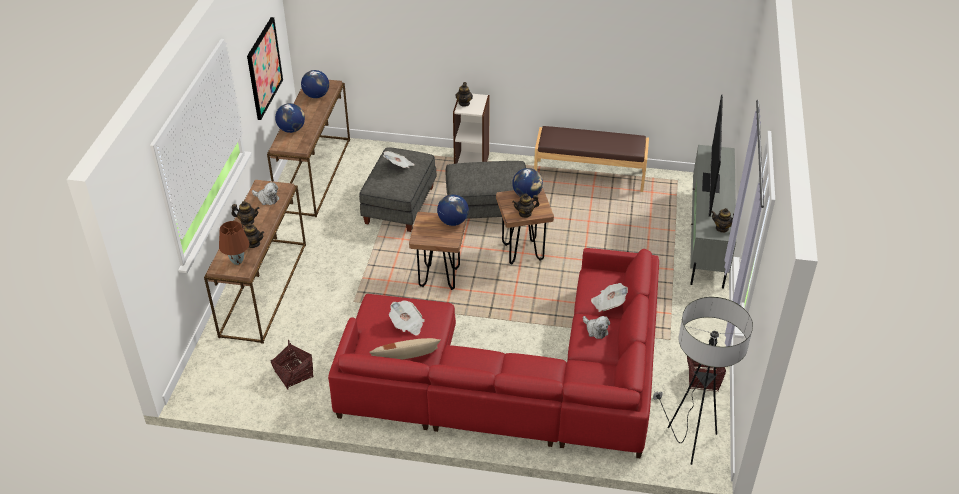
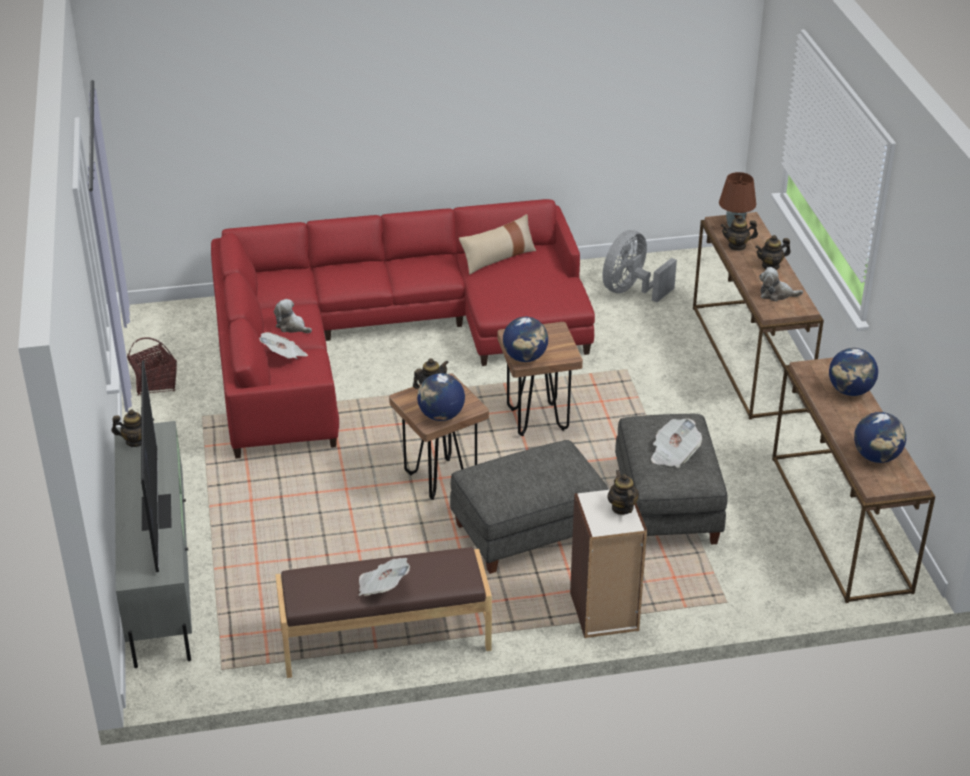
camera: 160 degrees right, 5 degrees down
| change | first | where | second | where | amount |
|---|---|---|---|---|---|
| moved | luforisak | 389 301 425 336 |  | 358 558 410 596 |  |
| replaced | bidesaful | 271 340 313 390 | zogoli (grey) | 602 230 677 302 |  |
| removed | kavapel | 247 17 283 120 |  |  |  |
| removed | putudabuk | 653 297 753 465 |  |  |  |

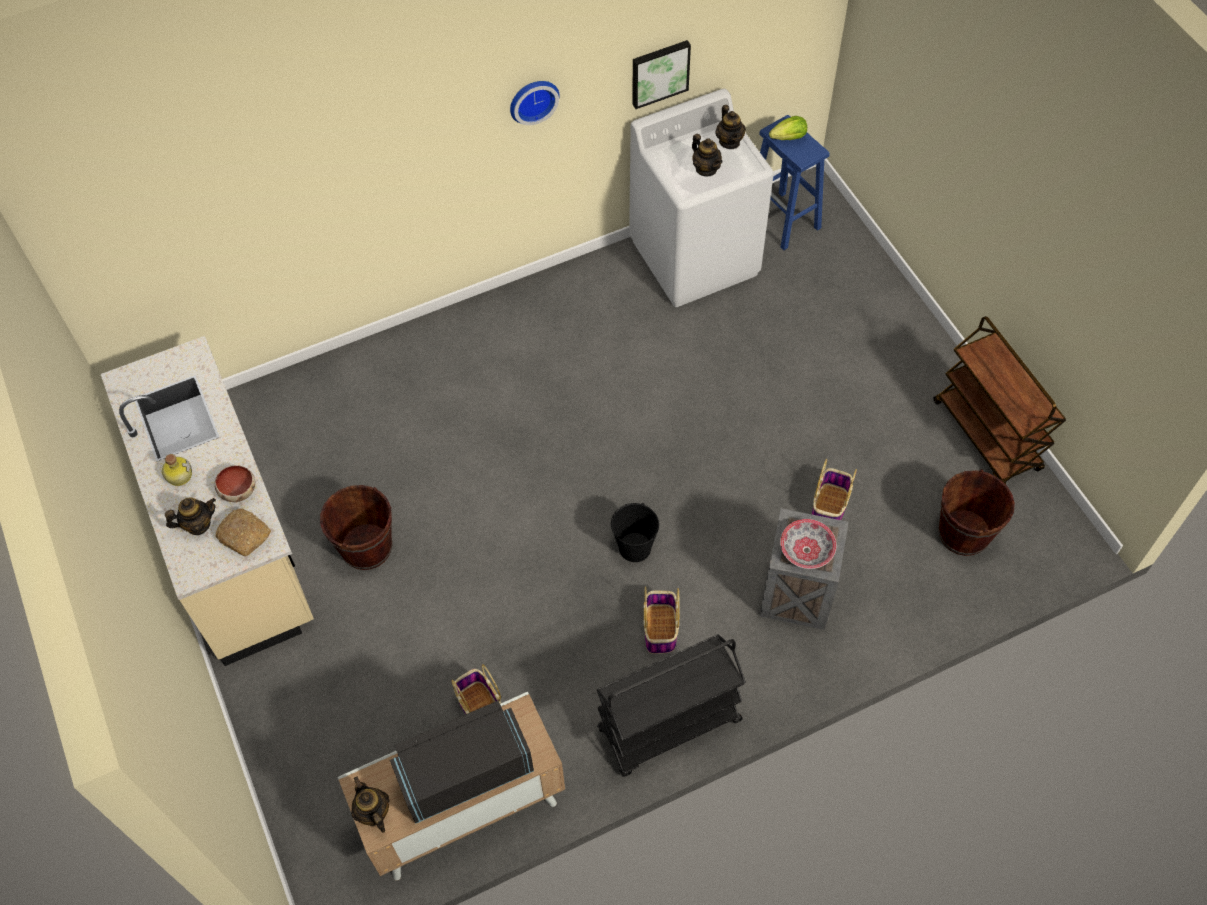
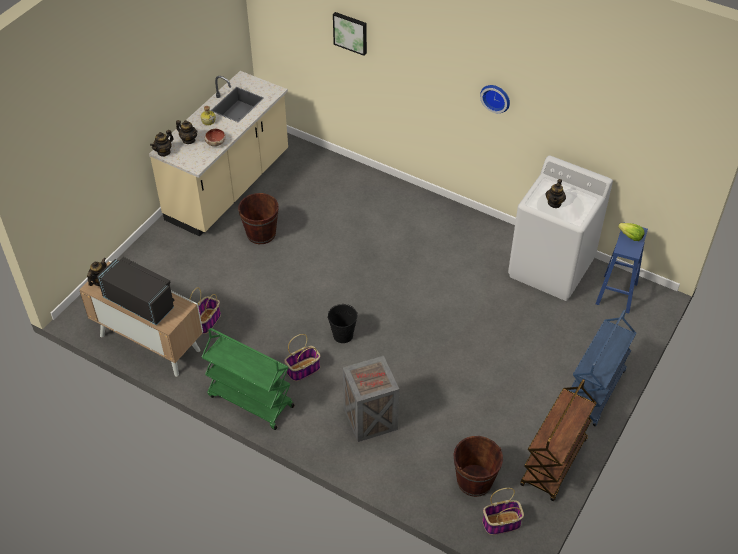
camera: 55 degrees right, 10 degrees down
| change | first | where | second | where | amount |
|---|---|---|---|---|---|
| moved | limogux | 715 105 746 149 |  | 150 130 174 157 |  |
| recoloured | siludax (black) | 597 634 746 777 | siludax (green) | 202 328 295 430 |  |
| moved | kavapel | 633 40 691 109 |  | 333 12 367 56 |  |
| moved | bidesaful | 812 459 857 520 |  | 482 488 524 535 |  |
| added |  |  | siludax (blue) | 569 310 636 426 |  |
| removed | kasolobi | 215 508 271 556 |  |  |  |
| removed | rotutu | 780 519 837 569 |  |  |  |

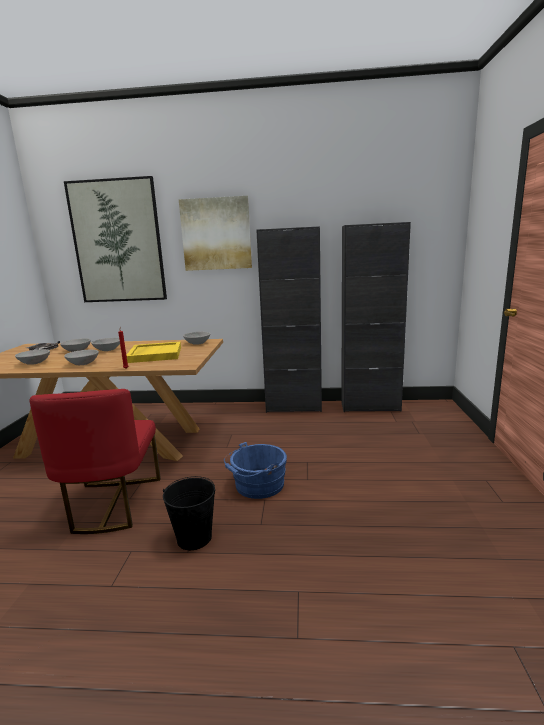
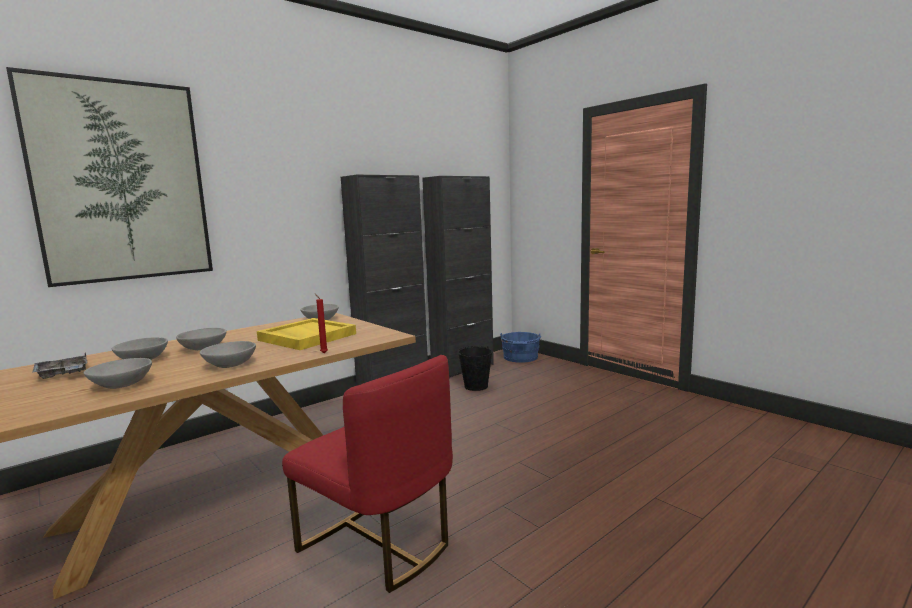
camera: 45 degrees left, 5 degrees down
| change | first | where | second | where | amount |
|---|---|---|---|---|---|
| moved | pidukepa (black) | 163 476 216 550 |  | 458 346 493 391 |  |
| moved | pidukepa (blue) | 224 442 287 499 |  | 500 332 541 363 |  |
| removed | kavapel | 179 196 252 271 |  |  |  |

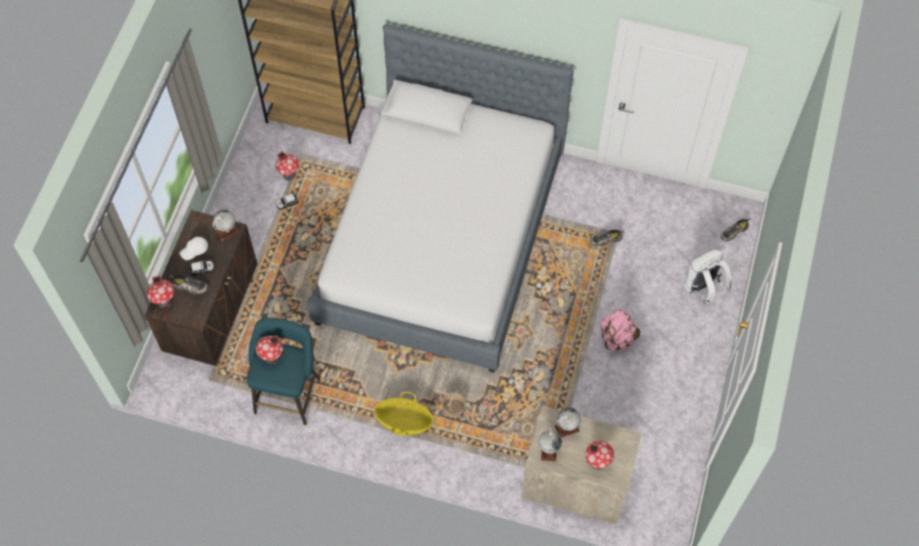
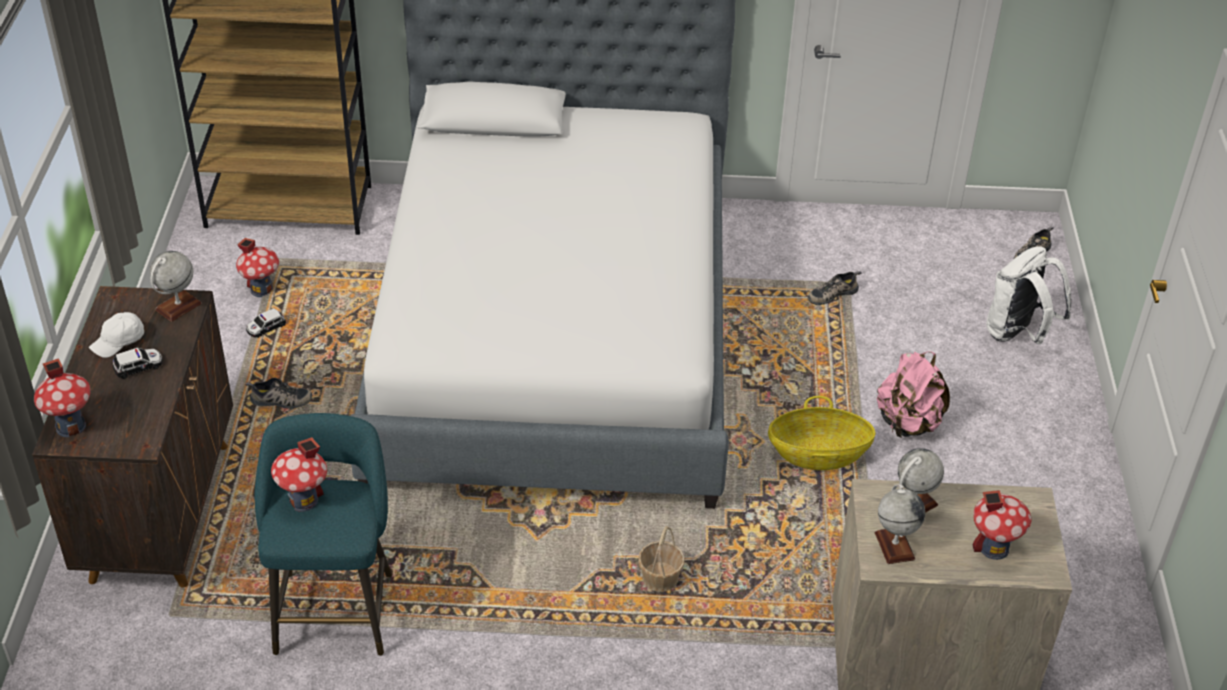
camera: 15 degrees left, 20 degrees down
| change | first | where | second | where | amount |
|---|---|---|---|---|---|
| moved | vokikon | 169 275 208 294 |  | 246 378 312 409 |  |
| moved | bidesaful | 375 392 433 436 |  | 768 396 875 470 |  |

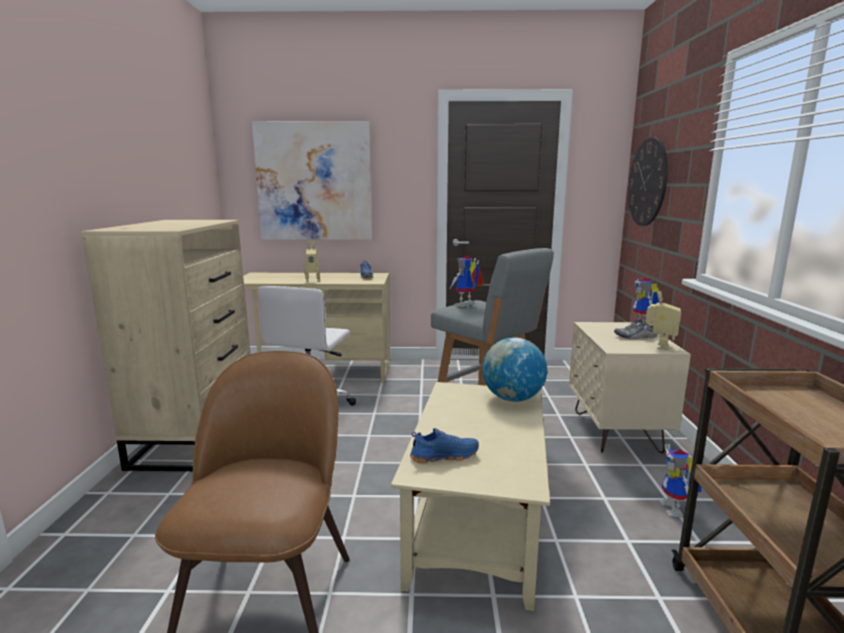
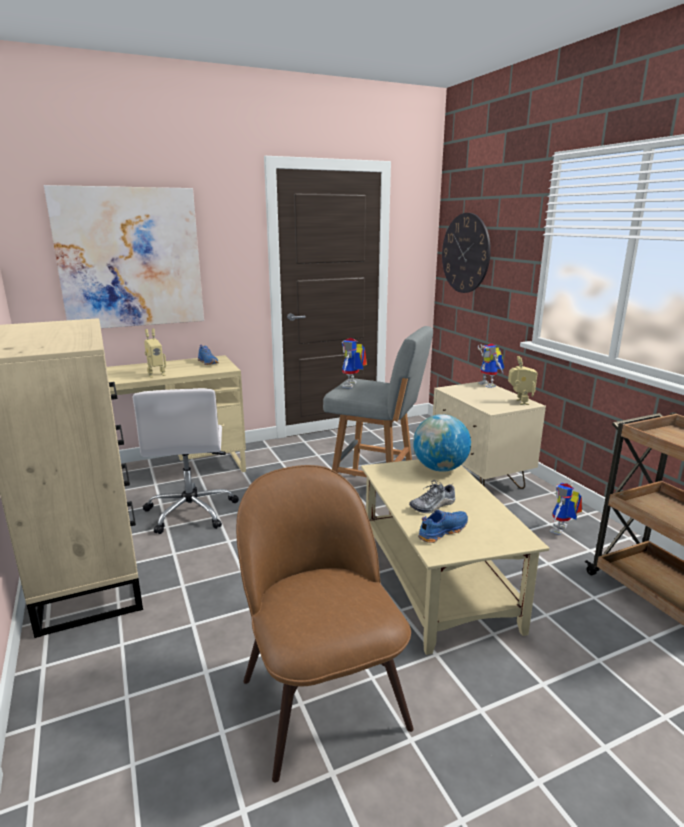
camera: 25 degrees left, 5 degrees up
| change | first | where | second | where | amount |
|---|---|---|---|---|---|
| moved | vokikon | 614 316 658 340 |  | 409 480 455 513 |  |
| turned | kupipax | 659 444 702 517 |  | 550 481 582 535 | 60 degrees clockwise |

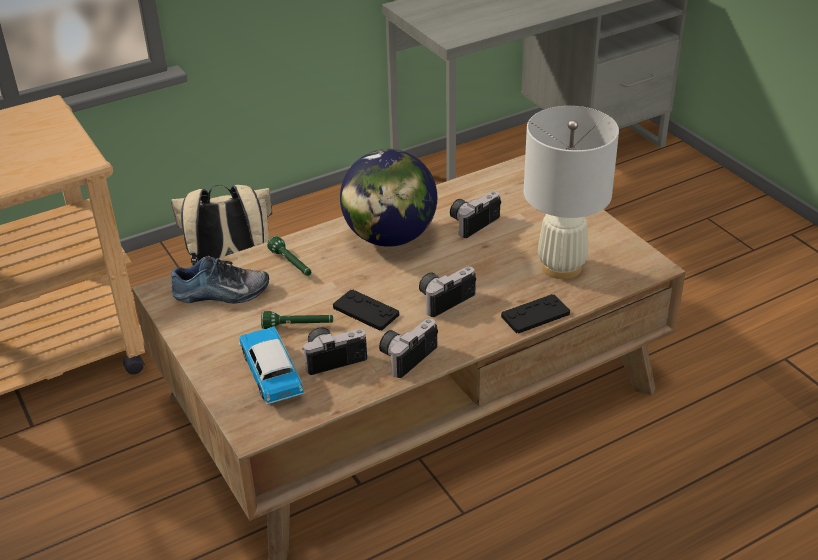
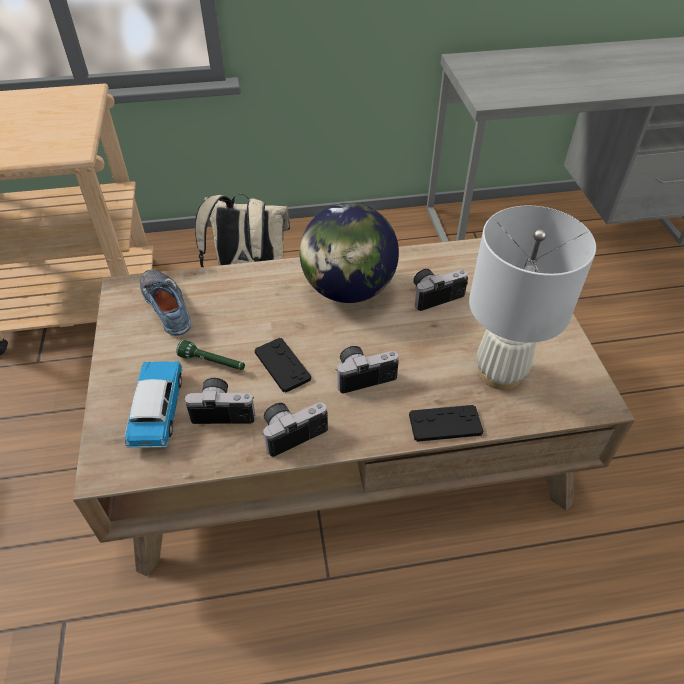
camera: 20 degrees right, 10 degrees up
| change | first | where | second | where | amount |
|---|---|---|---|---|---|
| turned | vokikon | 171 255 269 304 |  | 140 270 191 336 | 135 degrees counterclockwise |
| removed | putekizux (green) | 267 236 311 276 |  |  |  |

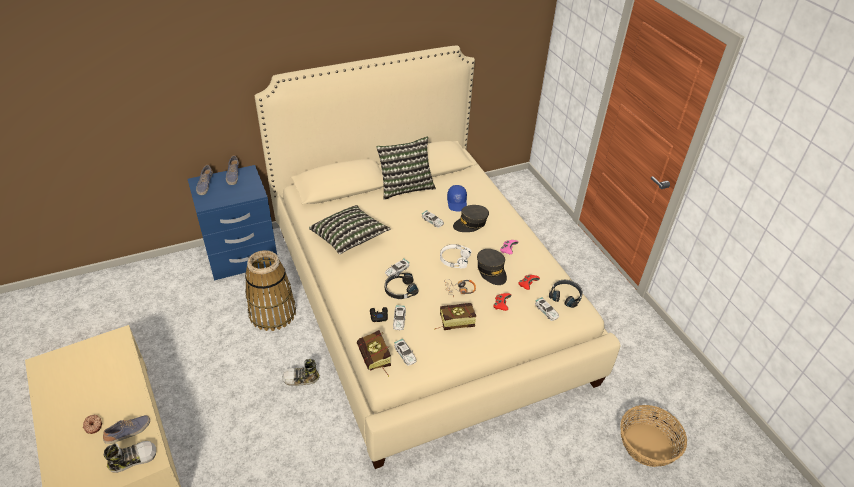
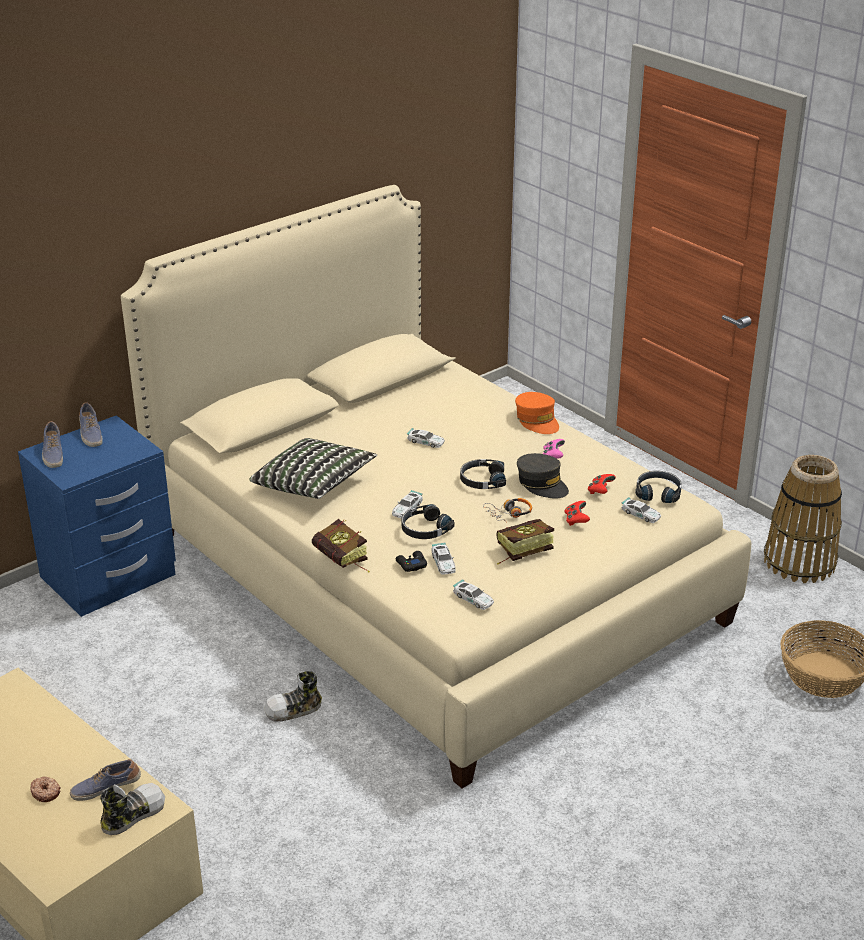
camera: 15 degrees left, 10 degrees down
| change | first | where | second | where | amount |
|---|---|---|---|---|---|
| turned | vokikon | 103 415 150 444 |  | 70 759 141 801 | 135 degrees counterclockwise |
| moved | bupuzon | 357 330 391 377 |  | 312 519 369 573 |  |
| recoloured | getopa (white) | 440 244 472 268 | getopa (black) | 460 459 506 489 |  |
| added |  |  | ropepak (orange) | 515 392 559 434 |  |
| moved | bidesaful | 245 250 296 331 |  | 764 455 842 583 |  |
| removed | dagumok | 376 137 436 200 |  |  |  |
| removed | ropepak (blue) | 447 185 467 211 |  |  |  |
| removed | ropepak (grey) | 453 205 489 232 |  |  |  |

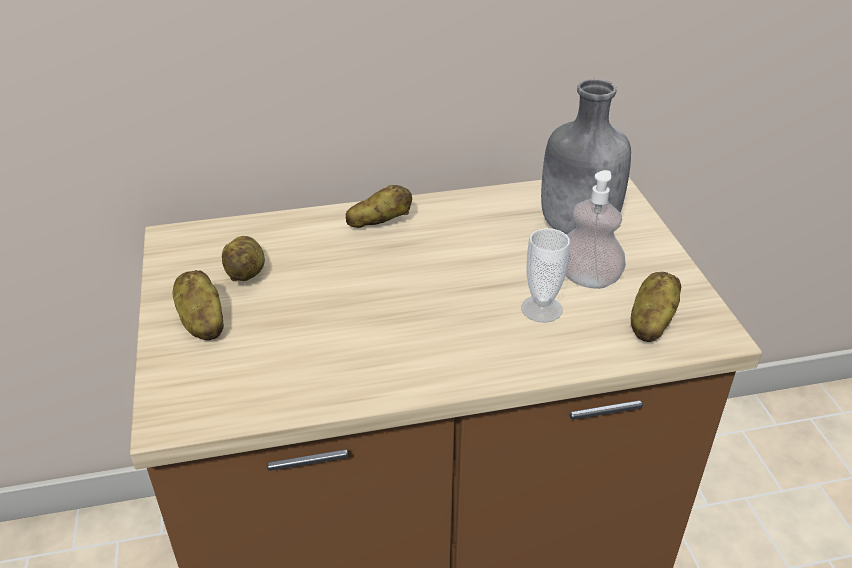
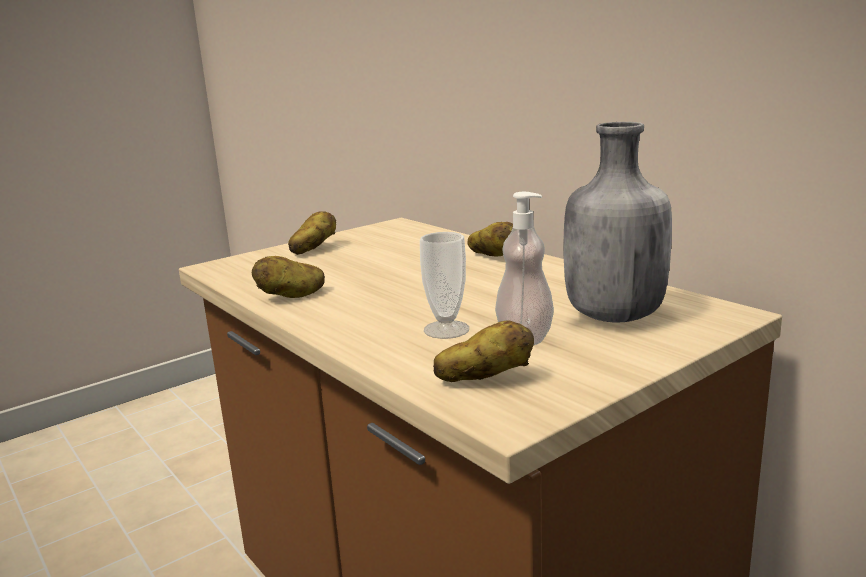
camera: 65 degrees right, 20 degrees down
| change | first | where | second | where | amount |
|---|---|---|---|---|---|
| moved | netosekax | 222 236 265 281 |  | 252 256 325 298 |  |

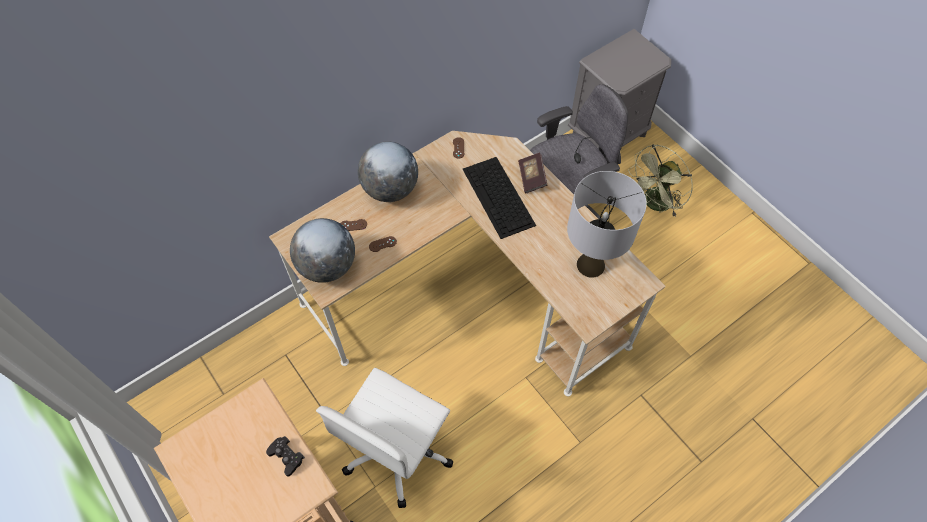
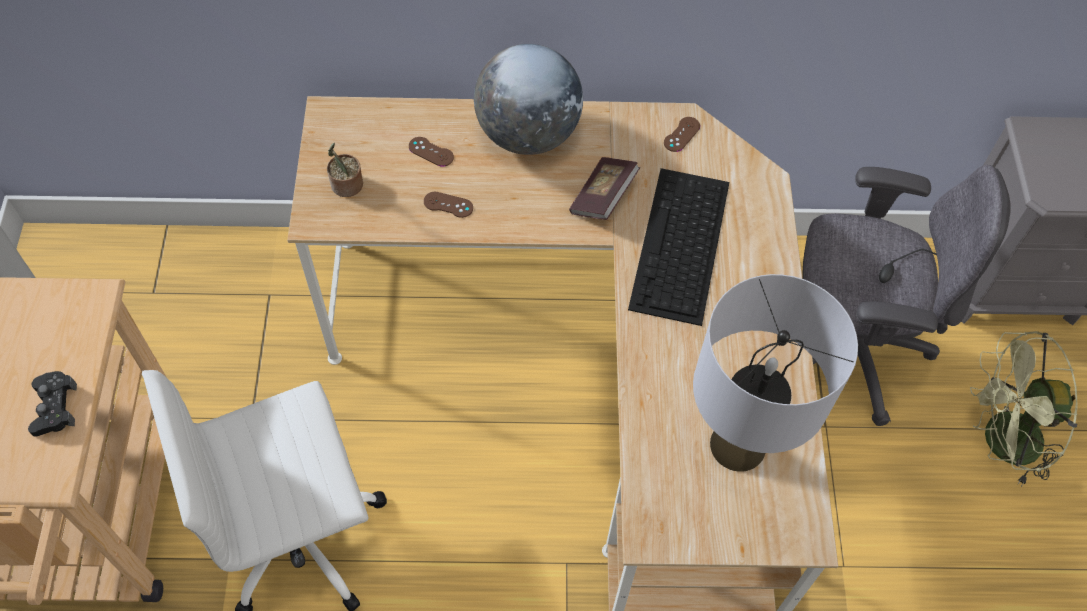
camera: 35 degrees right, 0 degrees up
| change | first | where | second | where | amount |
|---|---|---|---|---|---|
| replaced | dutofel | 290 218 355 283 | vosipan | 327 143 363 197 |  |
| moved | bupuzon | 518 153 547 193 |  | 569 157 640 220 |  |

